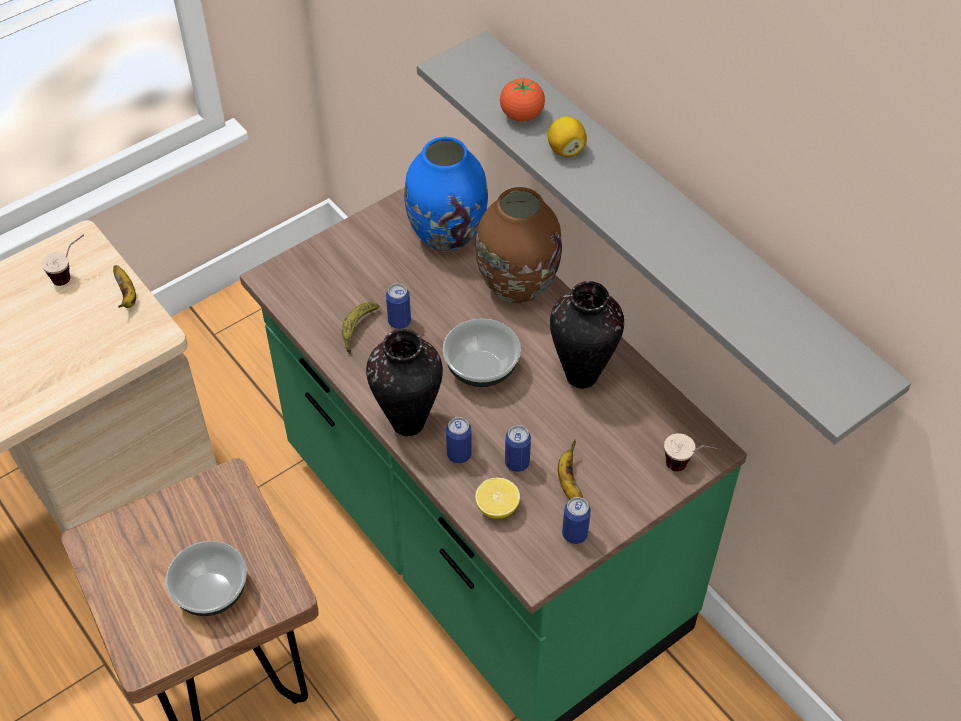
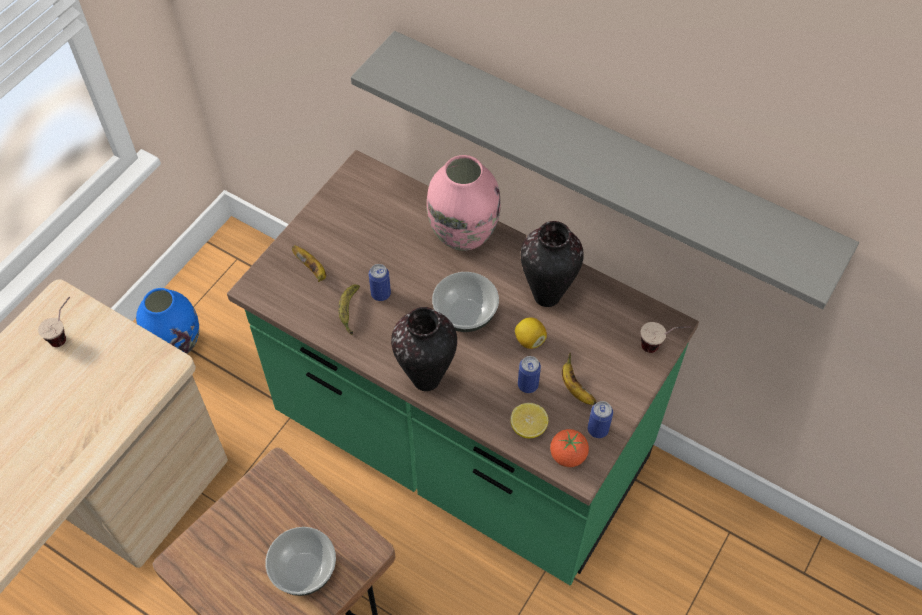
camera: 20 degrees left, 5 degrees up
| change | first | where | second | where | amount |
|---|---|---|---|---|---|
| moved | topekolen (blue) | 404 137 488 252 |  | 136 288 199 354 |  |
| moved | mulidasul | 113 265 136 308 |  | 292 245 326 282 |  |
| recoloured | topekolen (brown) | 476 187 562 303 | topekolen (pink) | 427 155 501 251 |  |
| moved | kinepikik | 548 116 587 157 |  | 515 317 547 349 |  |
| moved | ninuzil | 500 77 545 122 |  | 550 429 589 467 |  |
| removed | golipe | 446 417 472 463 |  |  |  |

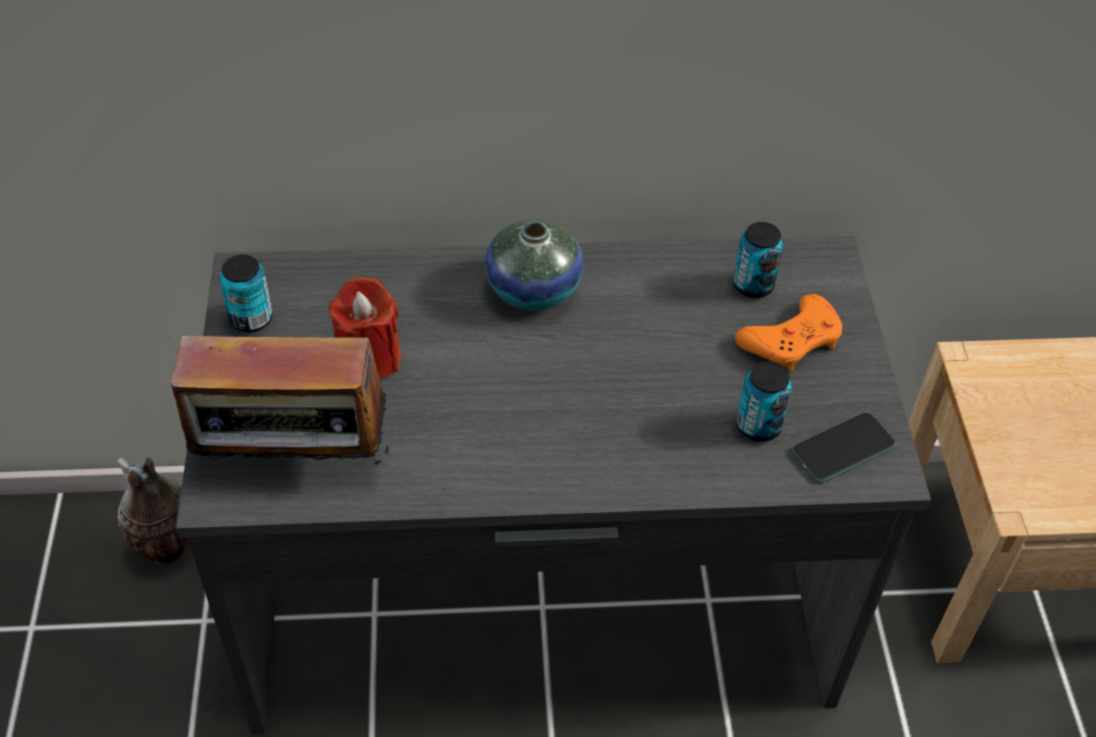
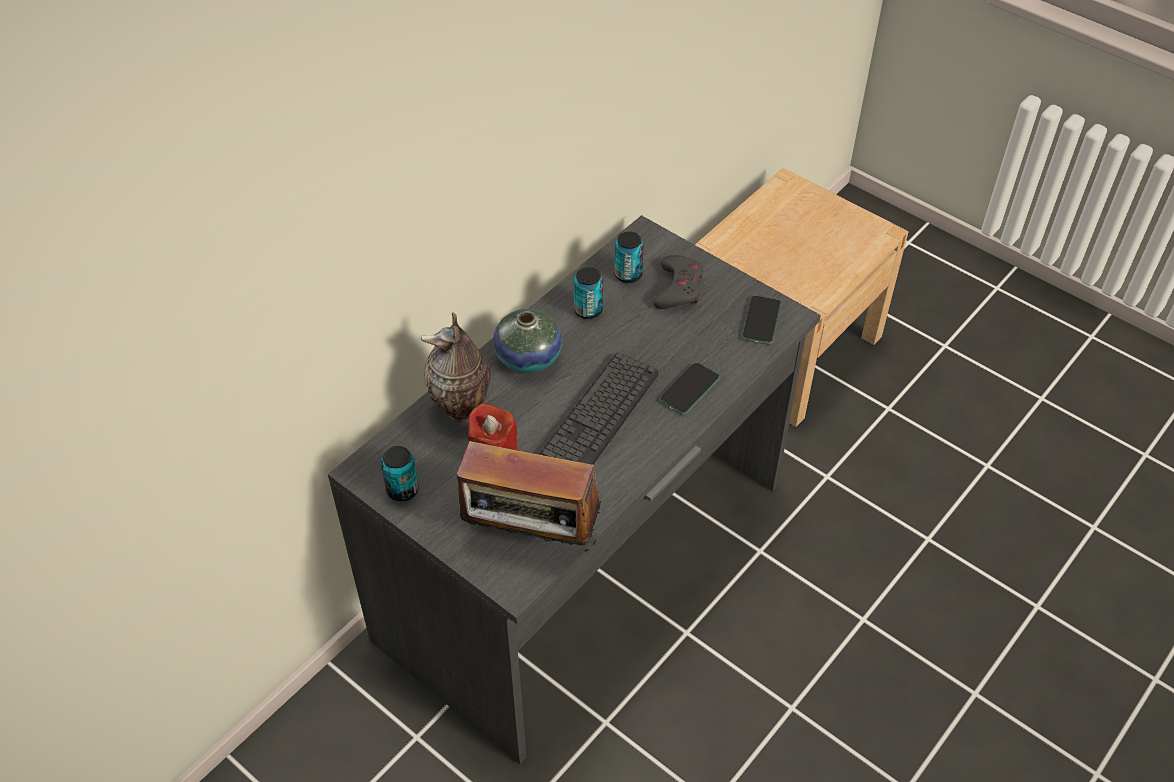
camera: 45 degrees left, 0 degrees up
| change | first | where | second | where | amount |
|---|---|---|---|---|---|
| moved | topekolen | 118 457 189 565 |  | 421 312 491 422 |  |
| turned | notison | 168 336 389 495 |  | 457 441 601 557 | 60 degrees clockwise |
| added |  |  | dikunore | 539 353 658 465 |  |
| moved | golipe | 736 362 792 442 |  | 574 267 603 319 |  |
| recoloured | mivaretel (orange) | 735 294 842 371 | mivaretel (grey) | 653 255 703 309 |  |
| added |  |  | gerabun | 659 363 720 415 |  |

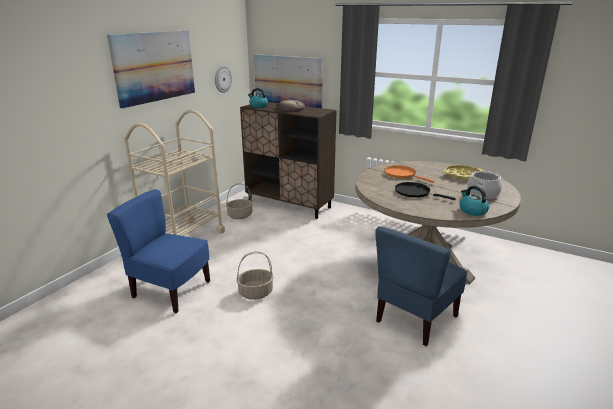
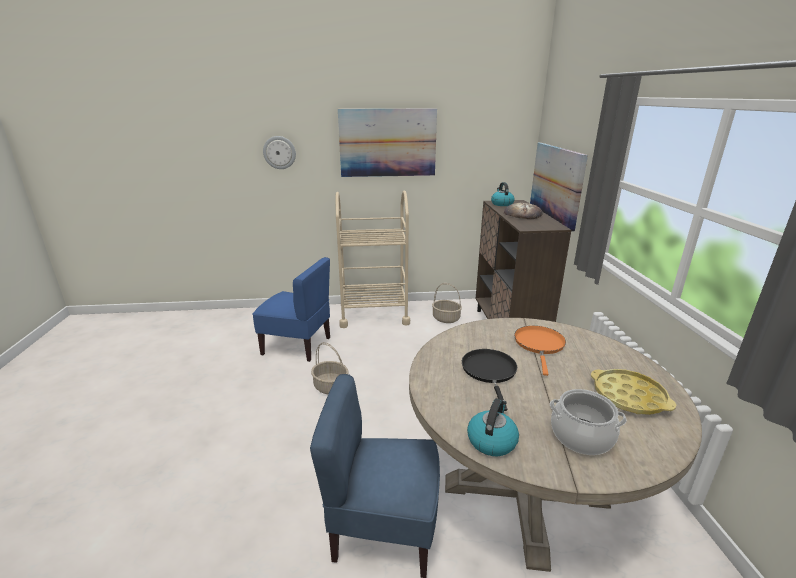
camera: 55 degrees right, 0 degrees up
| change | first | where | second | where | amount |
|---|---|---|---|---|---|
| turned | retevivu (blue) | 107 189 210 313 |  | 252 257 330 362 | 120 degrees clockwise |
| moved | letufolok | 215 65 232 93 |  | 263 136 296 169 |  |

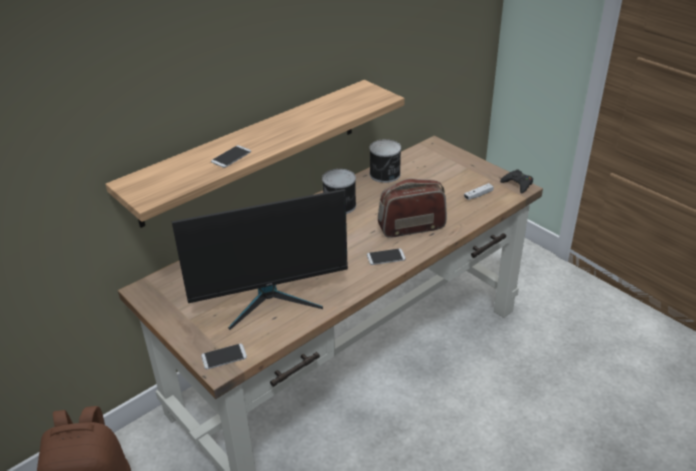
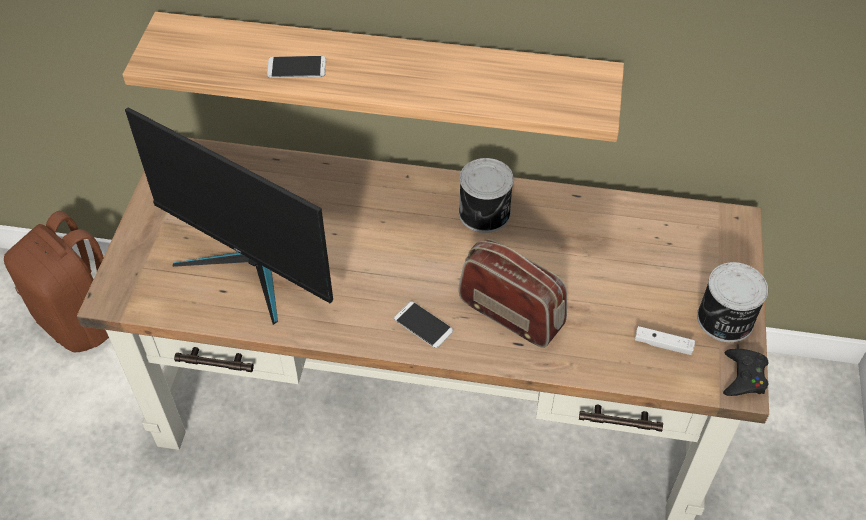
camera: 50 degrees right, 15 degrees up
| change | first | where | second | where | amount |
|---|---|---|---|---|---|
| moved | golipe | 369 139 401 183 |  | 697 262 768 342 |  |
| removed | gerabun | 201 344 247 369 |  |  |  |

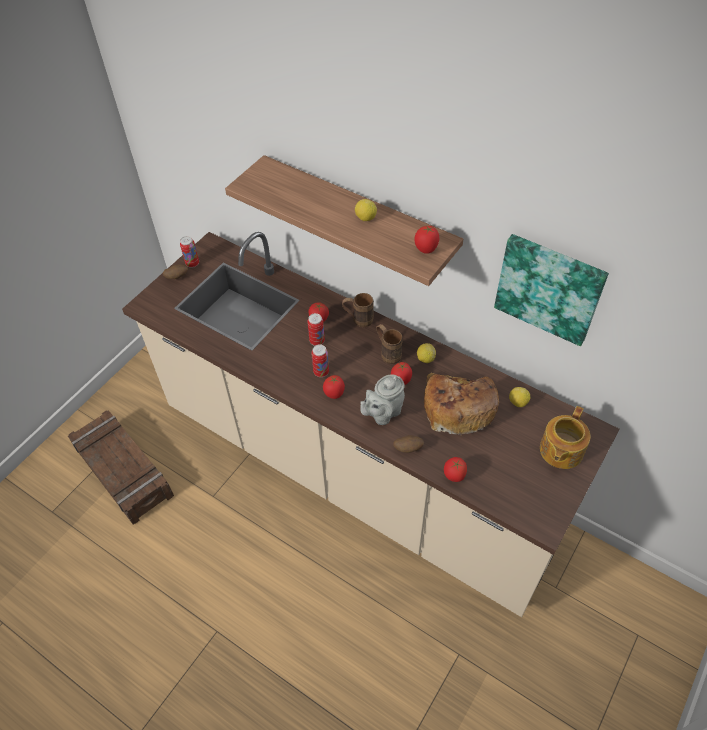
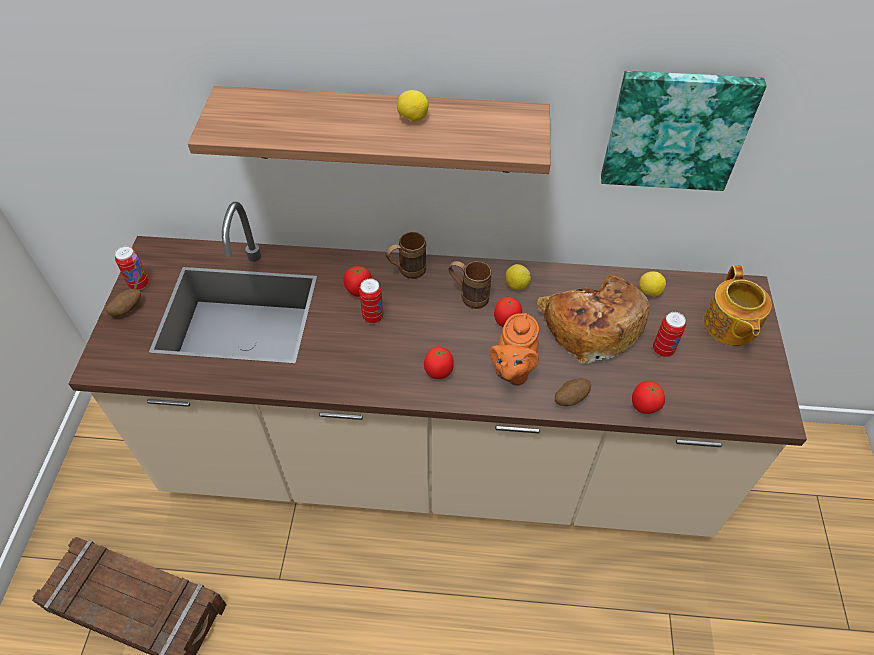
camera: 30 degrees left, 0 degrees up
| change | first | where | second | where | amount |
|---|---|---|---|---|---|
| recoloured | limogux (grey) | 360 375 405 425 | limogux (orange) | 489 313 539 386 |  |
| moved | golipe | 311 344 329 377 |  | 653 312 686 357 |  |
| removed | ninuzil | 414 226 439 254 |  |  |  |

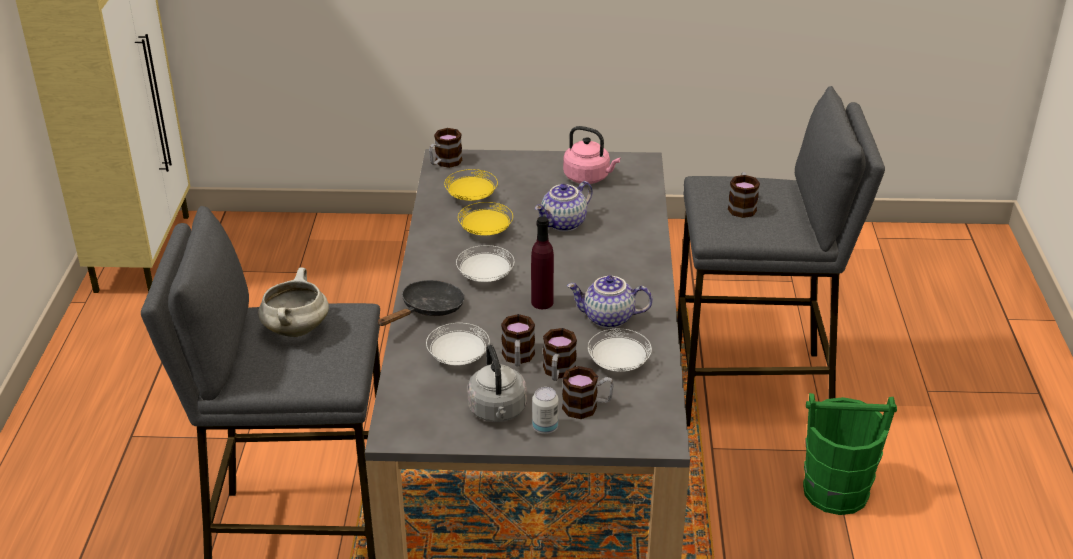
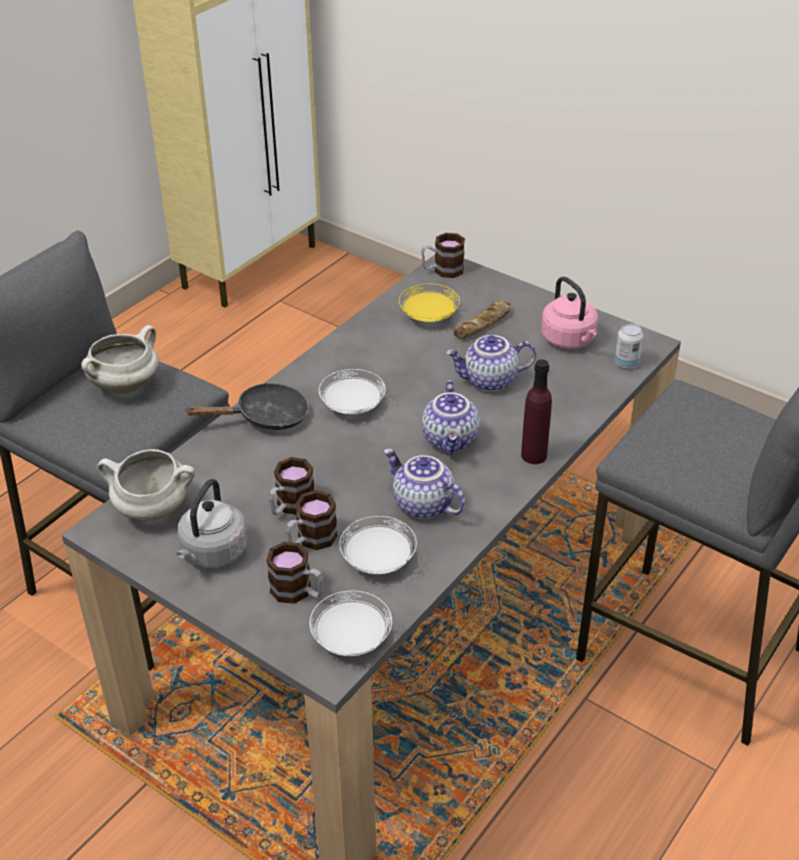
camera: 35 degrees right, 5 degrees up
| change | first | where | second | where | amount |
|---|---|---|---|---|---|
| added |  |  | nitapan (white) | 97 449 195 521 |  |
| moved | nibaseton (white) | 426 323 490 365 |  | 310 591 392 656 |  |
| added |  |  | limogux | 422 380 480 454 |  |
| added |  |  | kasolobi | 453 301 511 339 |  |
| moved | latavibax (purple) | 531 216 554 309 |  | 521 359 552 464 |  |
| moved | golipe | 532 387 559 434 |  | 615 323 643 369 |  |
| removed | nibaseton (yellow) | 458 202 513 236 |  |  |  |
| removed | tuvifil | 728 172 760 218 |  |  |  |
| removed | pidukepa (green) | 803 393 897 515 |  |  |  |

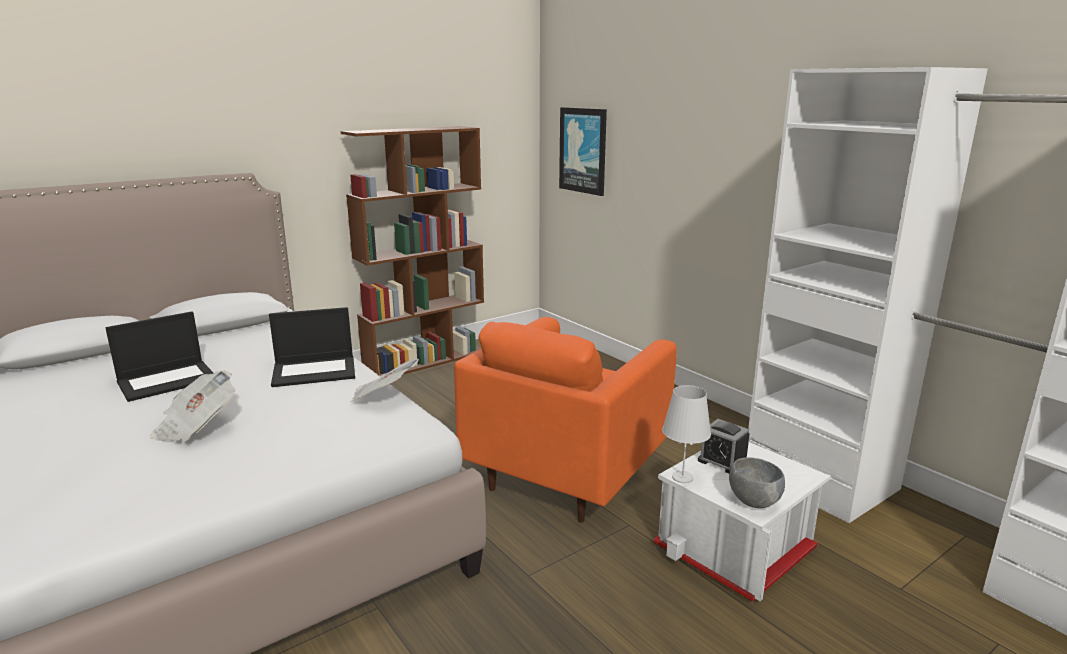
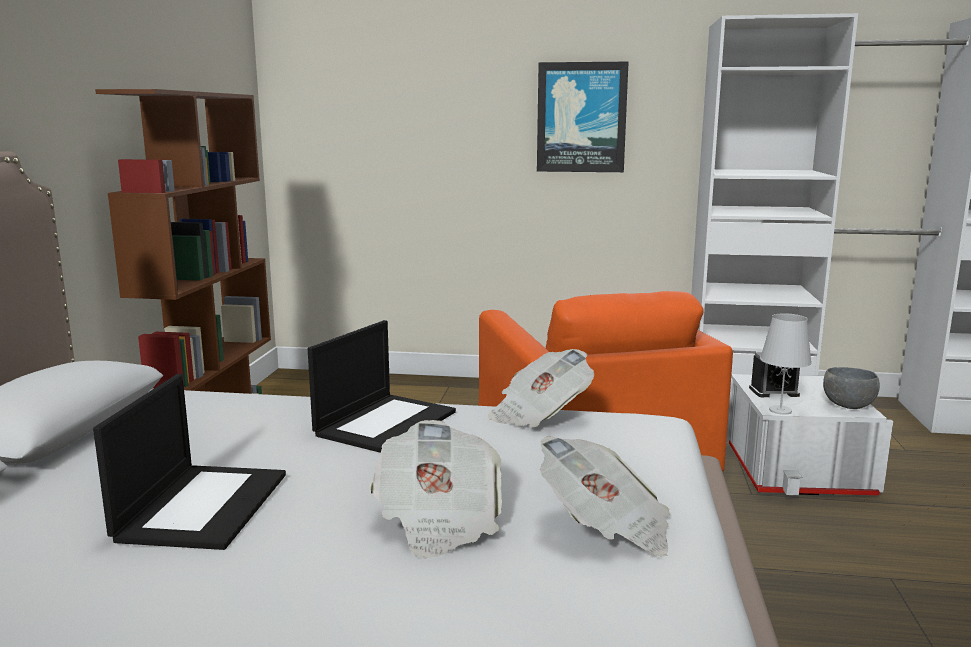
camera: 45 degrees left, 5 degrees down
| change | first | where | second | where | amount |
|---|---|---|---|---|---|
| moved | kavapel | 559 107 607 196 |  | 537 62 629 172 |  |
| added |  |  | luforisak | 540 436 670 556 |  |

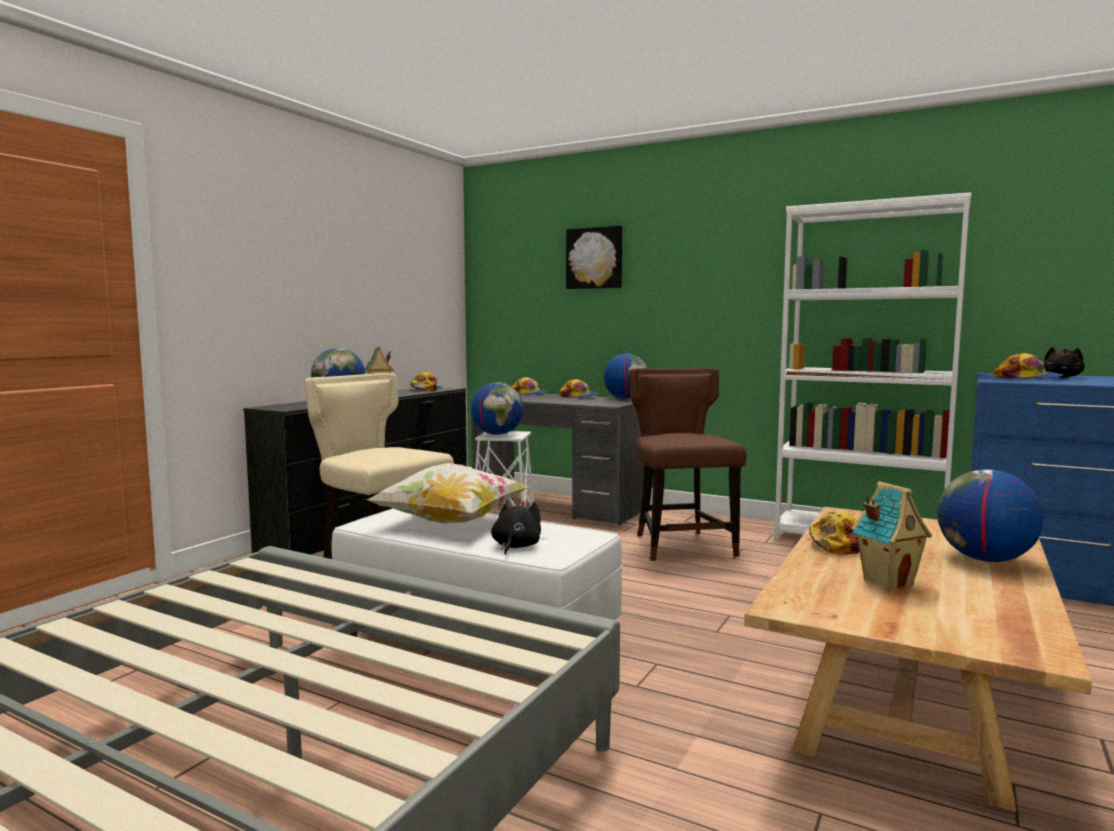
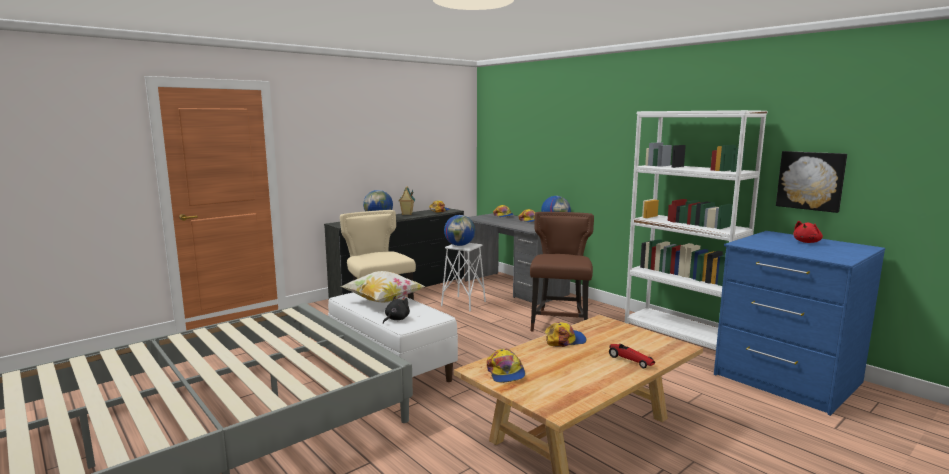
camera: 20 degrees right, 5 degrees up
| change | first | where | second | where | amount |
|---|---|---|---|---|---|
| moved | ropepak | 994 353 1063 380 |  | 487 349 525 383 |  |
| replaced | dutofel | 937 469 1044 562 | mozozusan | 609 344 655 368 |  |
| moved | kavapel | 566 225 622 289 |  | 776 151 847 213 |  |
| recoloured | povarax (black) | 1043 347 1085 377 | povarax (red) | 793 221 823 243 |  |
| removed | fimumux | 852 481 932 590 |  |  |  |

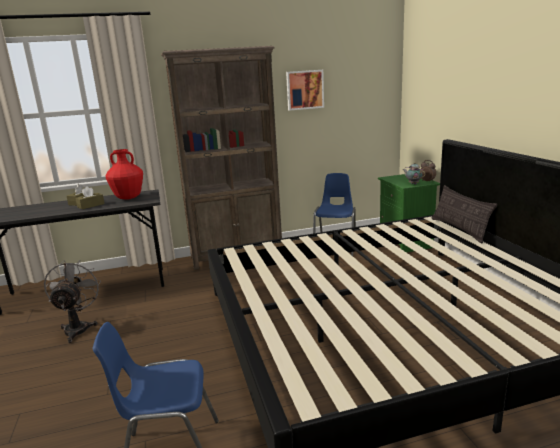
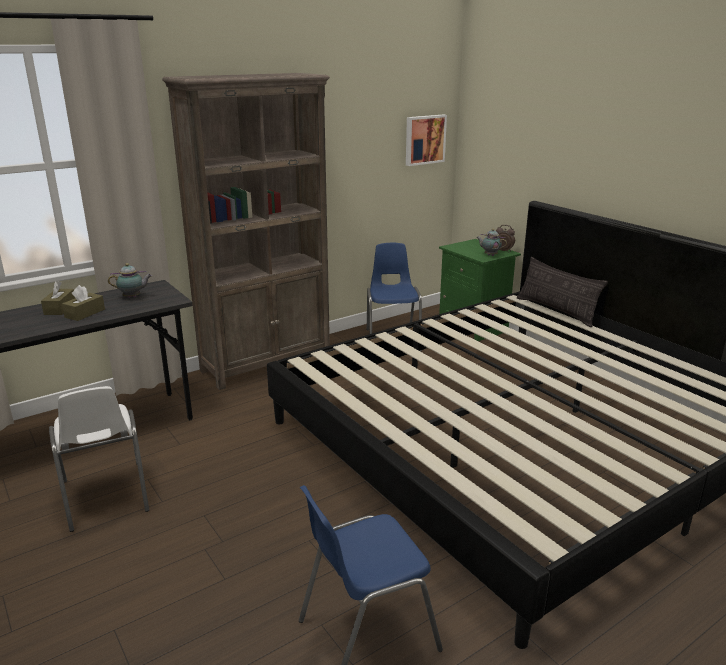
camera: 20 degrees left, 5 degrees up
| change | first | where | second | where | amount |
|---|---|---|---|---|---|
| replaced | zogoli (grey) | 44 260 101 343 | retevivu (white) | 49 386 149 532 |  |
| replaced | topekolen (red) | 106 149 143 200 | limogux | 108 263 152 298 |  |
| moved | kavapel | 286 70 324 111 |  | 406 115 447 166 |  |

